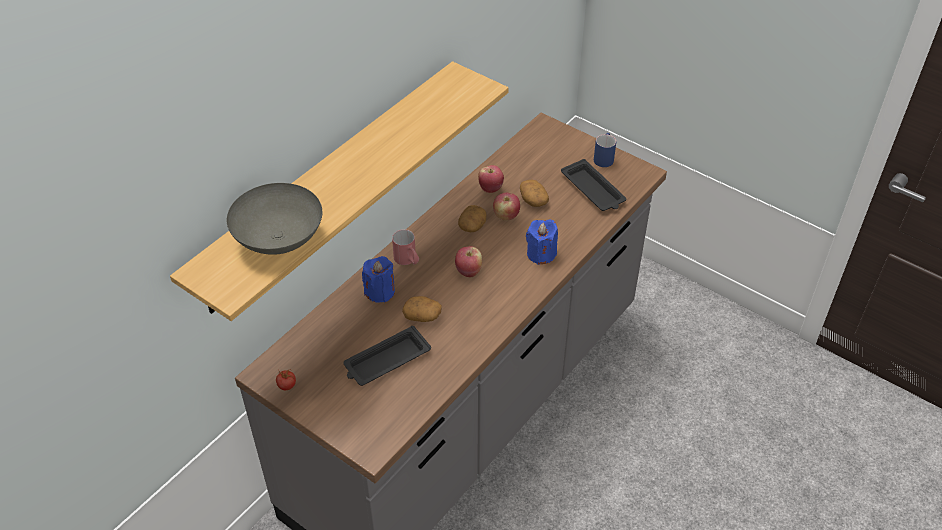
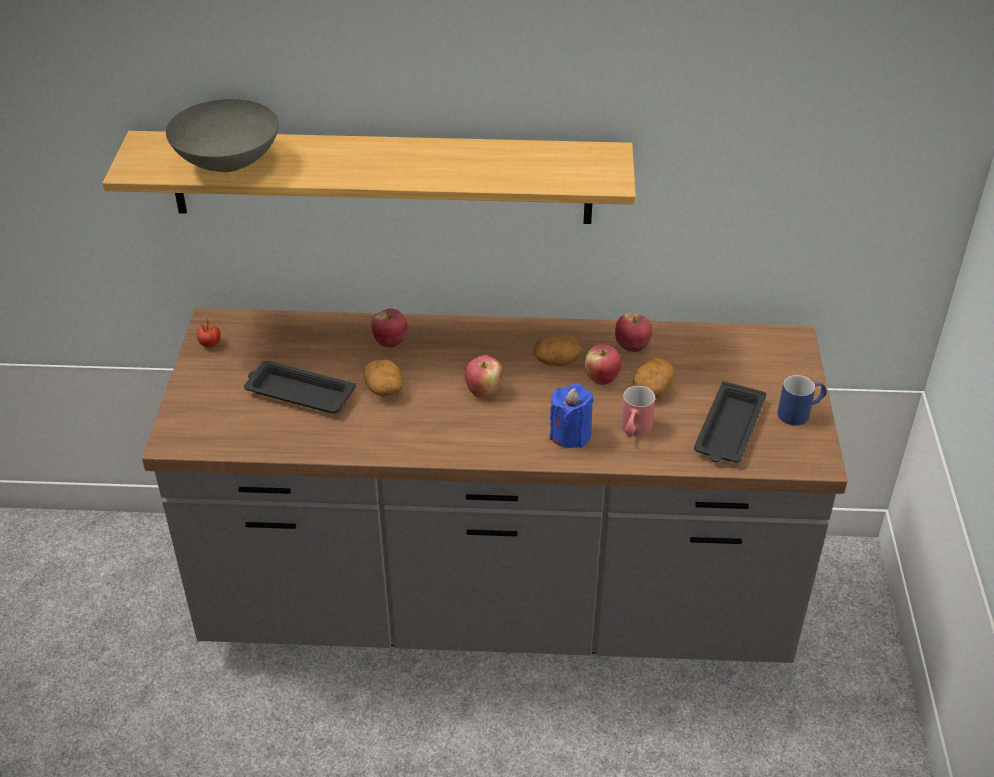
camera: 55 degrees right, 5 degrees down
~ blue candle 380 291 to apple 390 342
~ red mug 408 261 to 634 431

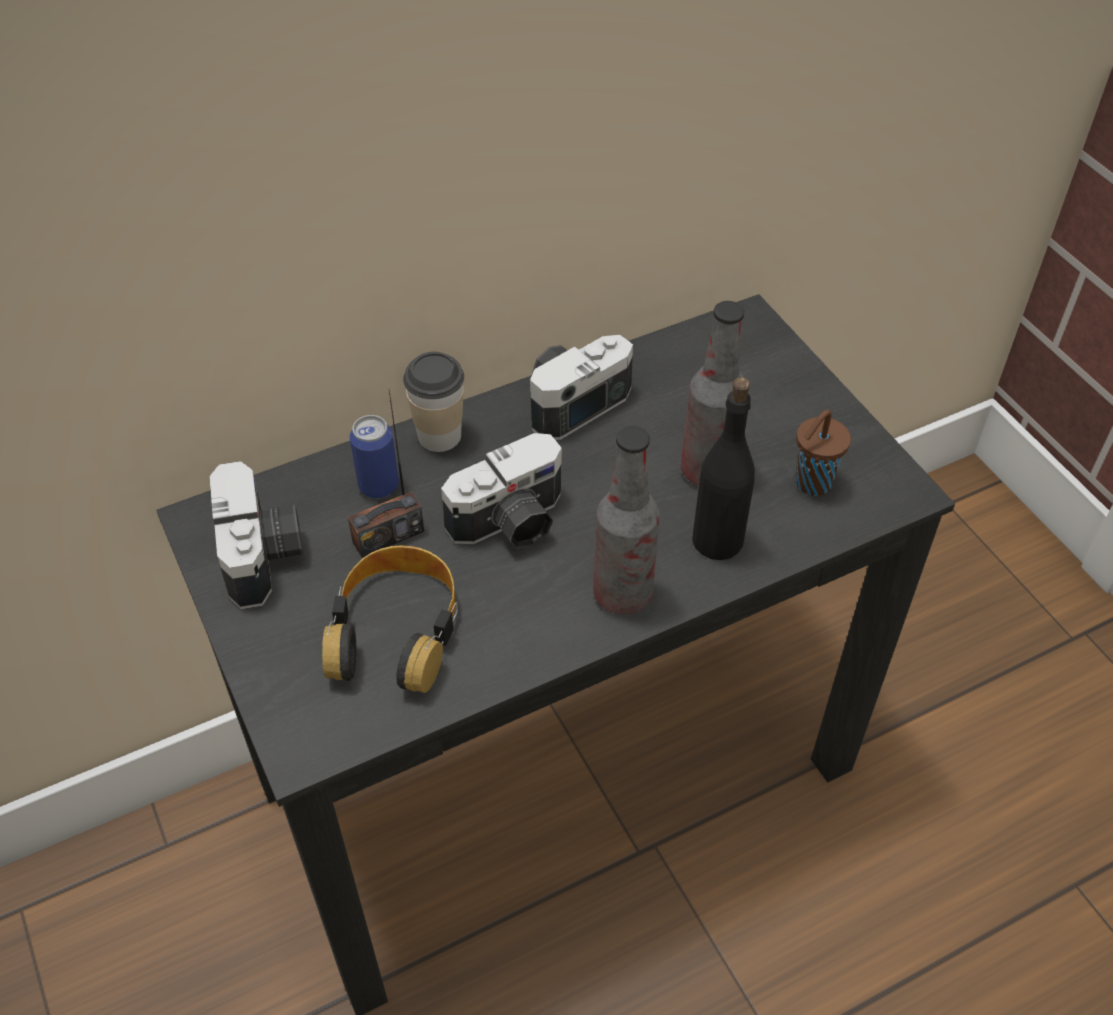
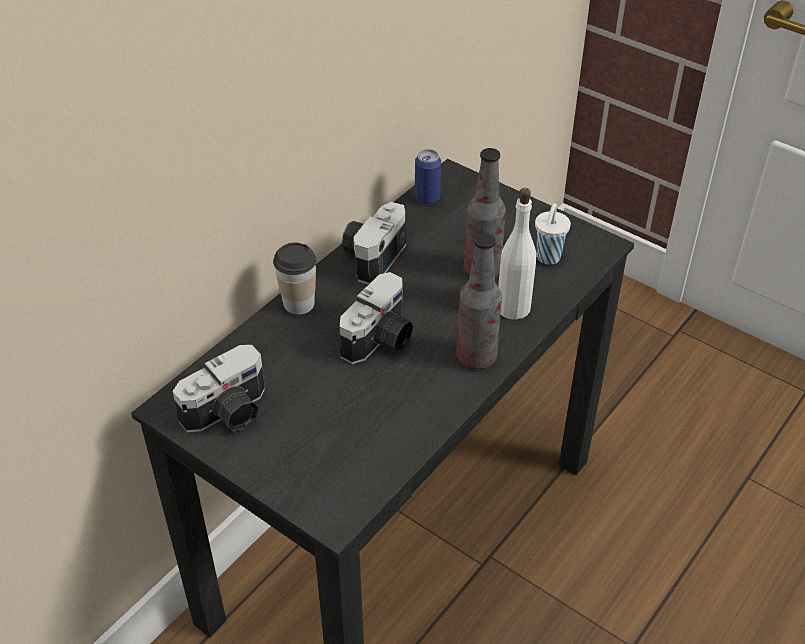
camera: 25 degrees left, 5 degrees down
~ photo camera 265 554 = 229 413 90 degrees clockwise
- headphones 395 630
- radio 388 536
~ can 379 486 to 427 198
~ black bottle 718 540 to white bottle 513 307
~ brown cup 811 484 to white cup 547 258

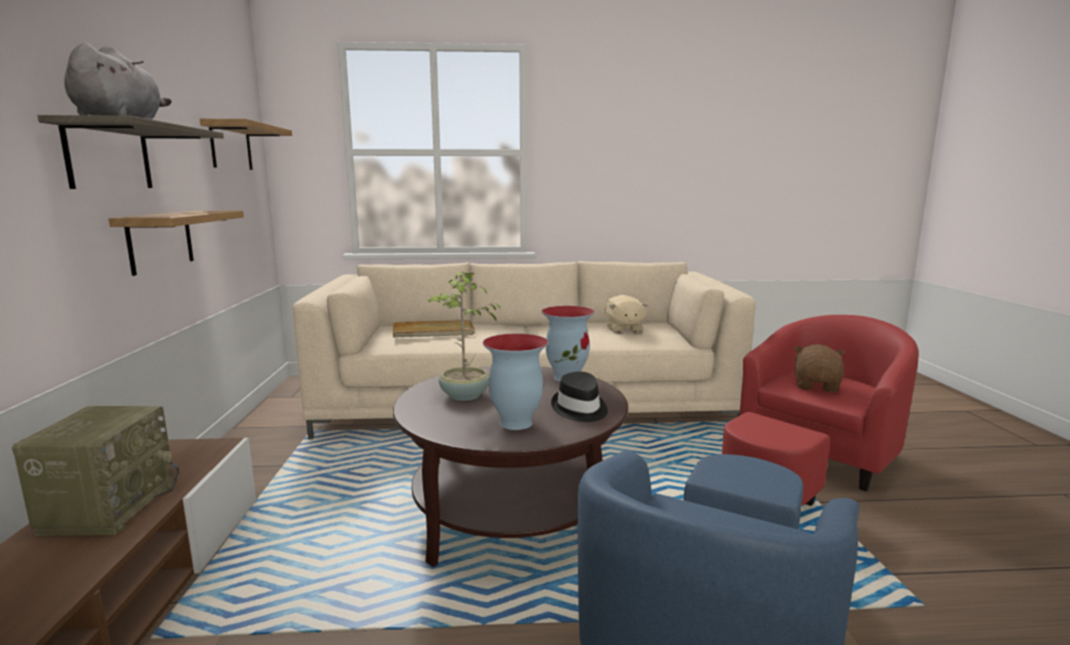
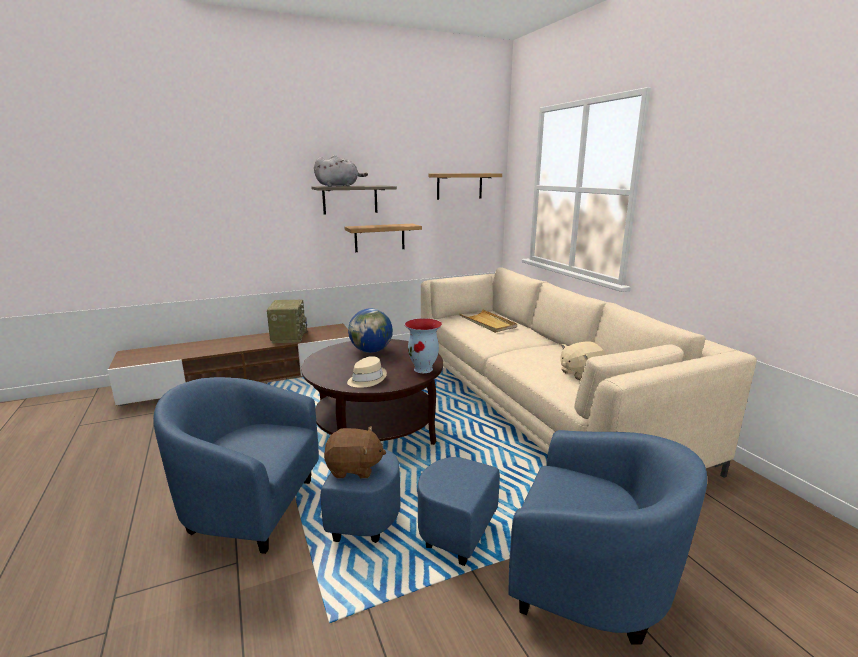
camera: 70 degrees right, 5 degrees up
~ radio 109 507 = 288 336 75 degrees counterclockwise
~ potted plant 464 396 to globe 371 351
- vase 516 423
~ black hat 579 409 to beige hat 366 379
~ red armchair 810 465 to blue armchair 554 571
~ brown plush toy 817 385 to 354 468

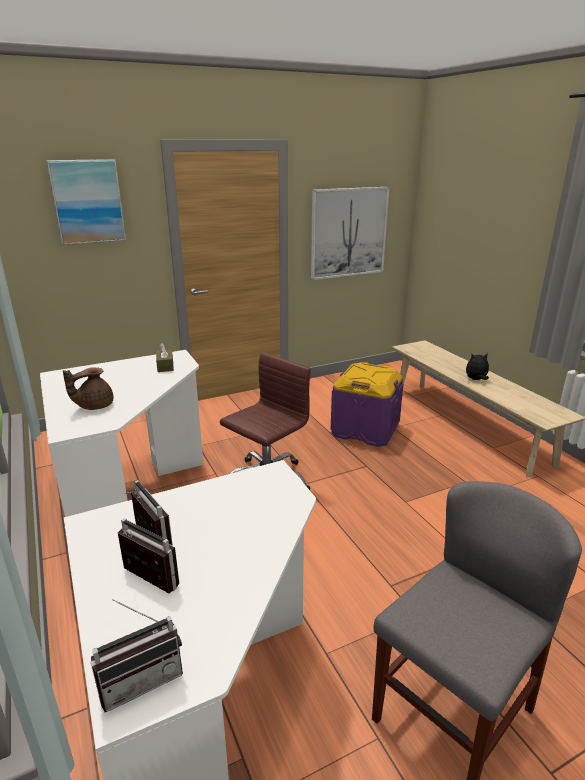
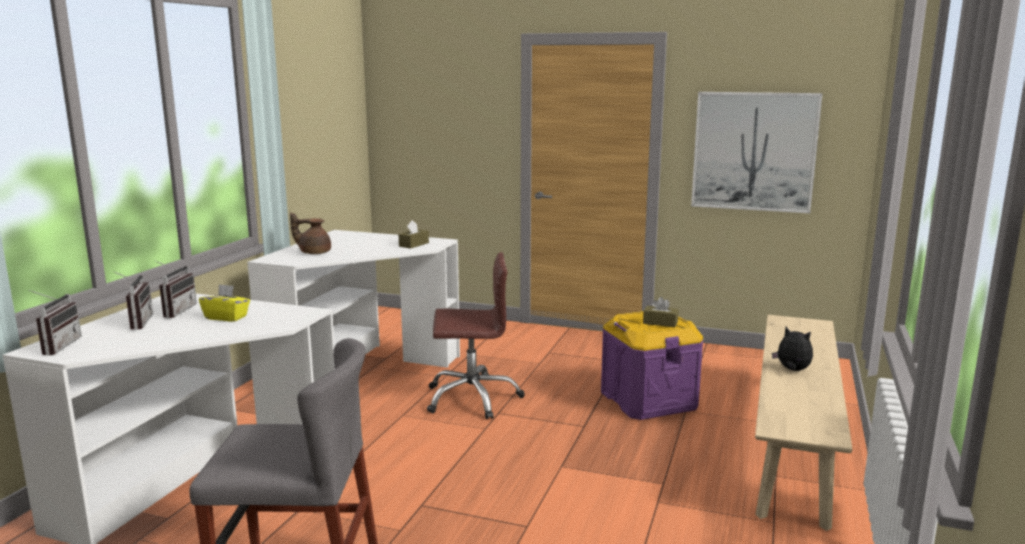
camera: 45 degrees right, 10 degrees down
- picture 88 202
~ radio 141 678 = 56 346 105 degrees counterclockwise
+ yellow tissue box 226 317
+ brown tissue box 660 323

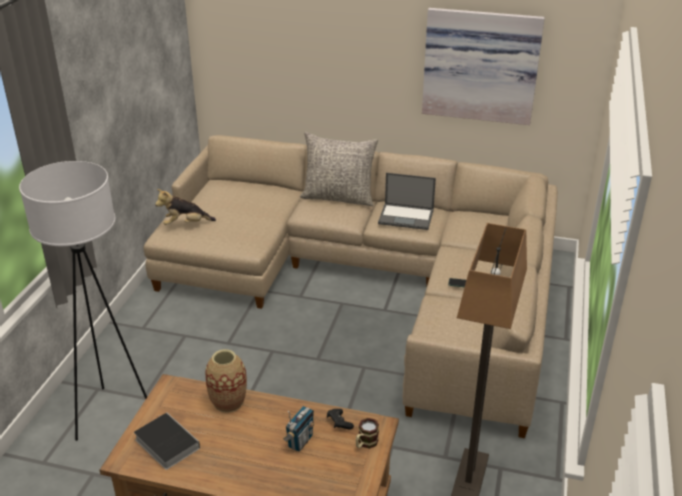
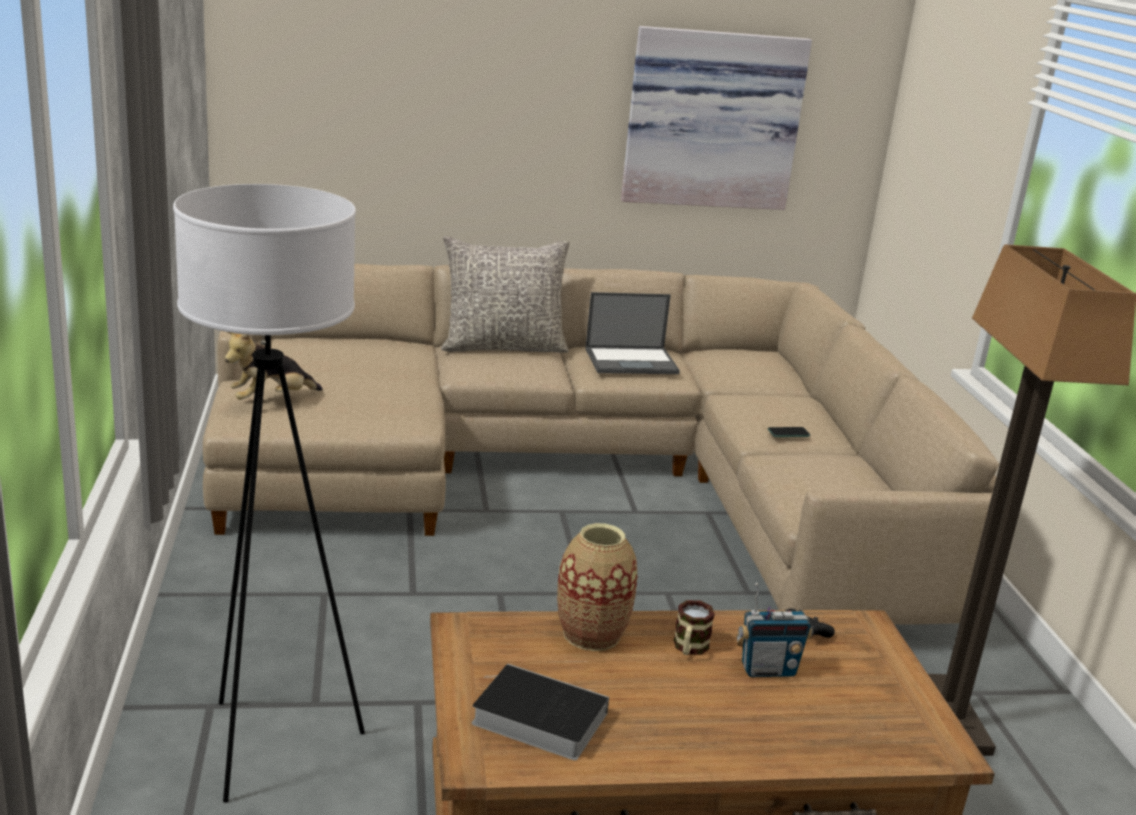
camera: 25 degrees left, 10 degrees down
~ radio 300 441 = 768 670 75 degrees clockwise
~ mug 365 443 to 689 649

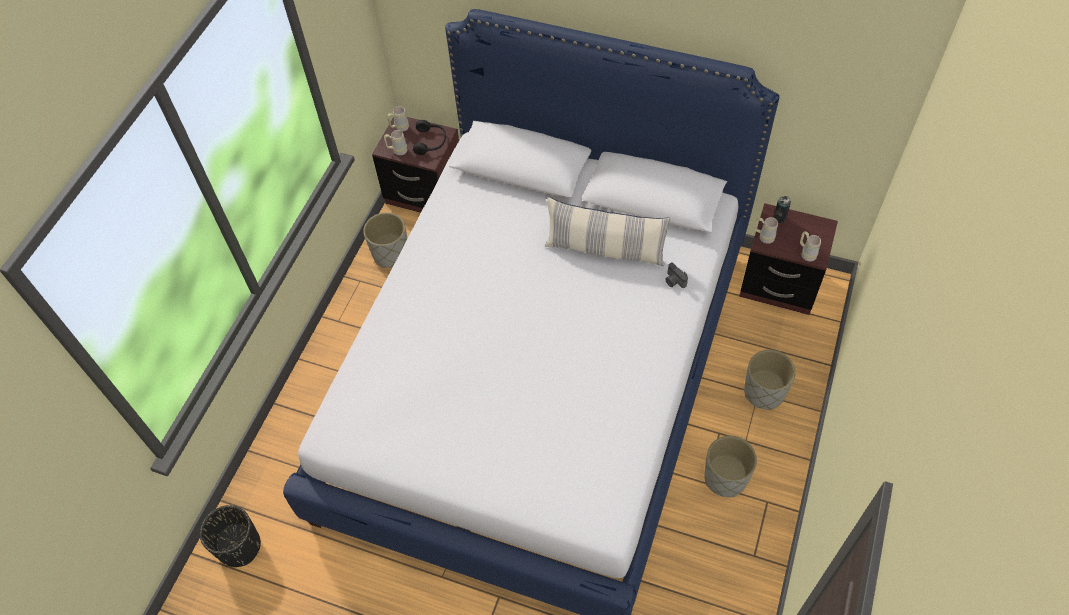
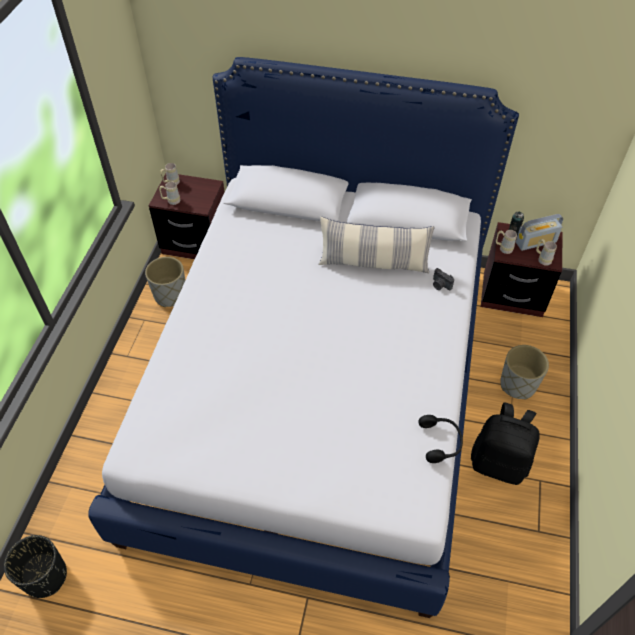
camera: 10 degrees left, 5 degrees down
~ black headphones 431 142 to 441 442
~ grey planter 725 478 to black backpack 499 463
+ radio 536 242

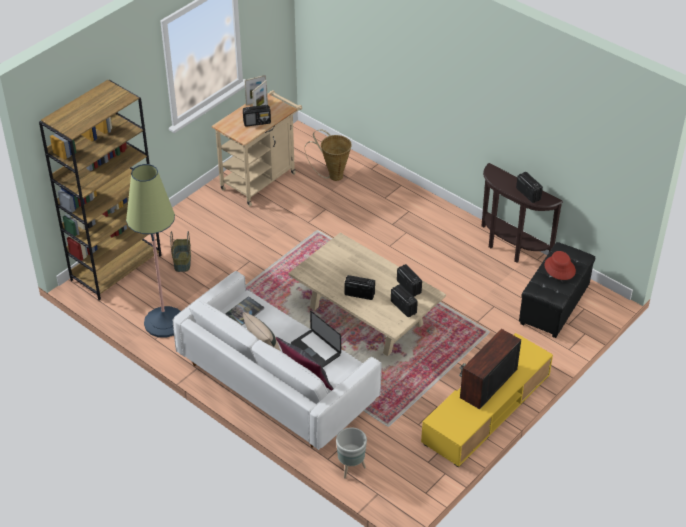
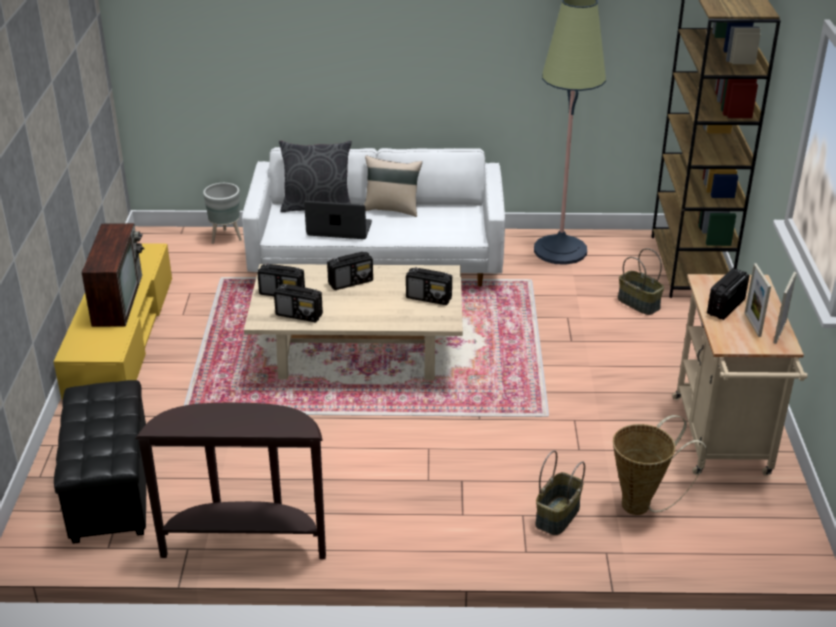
camera: 140 degrees right, 10 degrees down
- book 245 311
~ radio 528 194 to 429 298
- red hat 559 268
+ basket 558 516

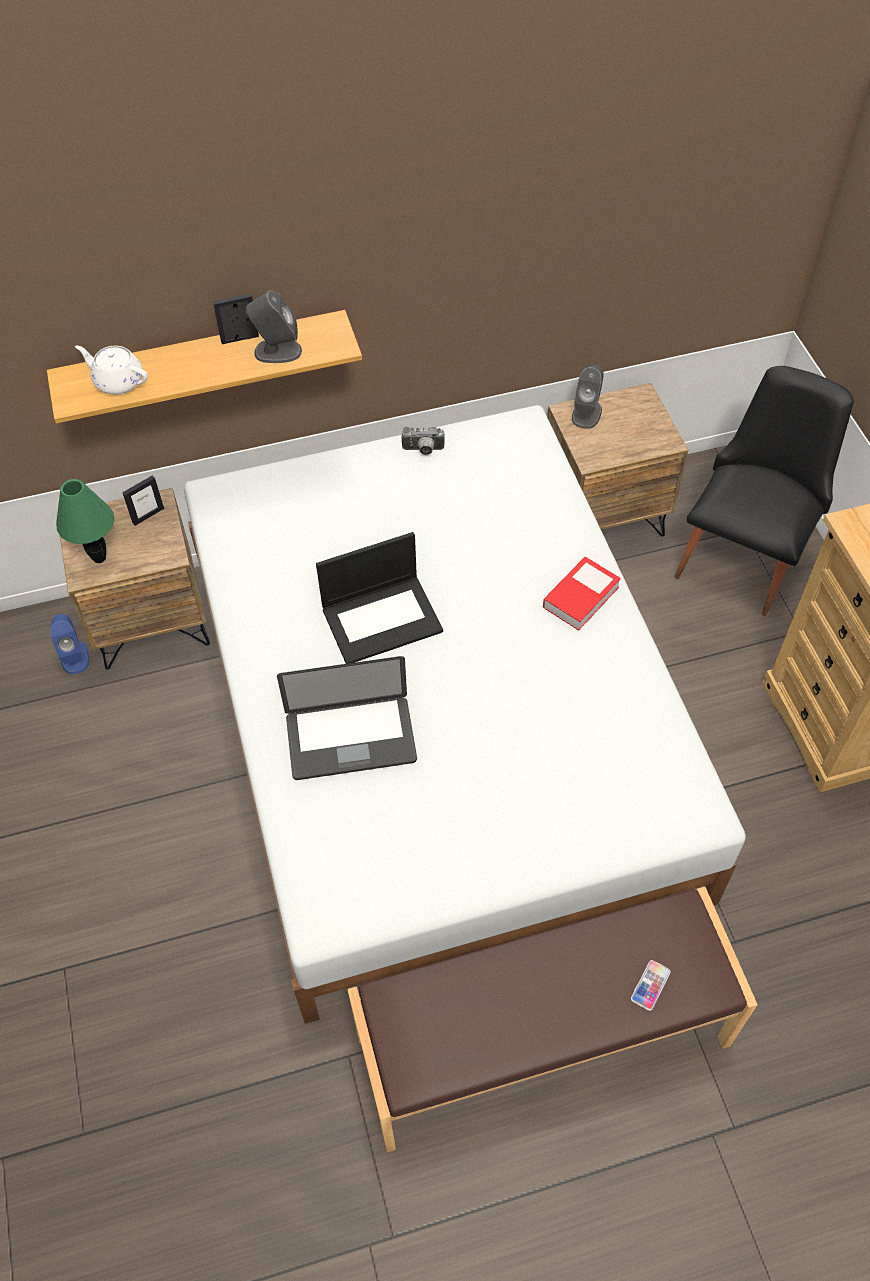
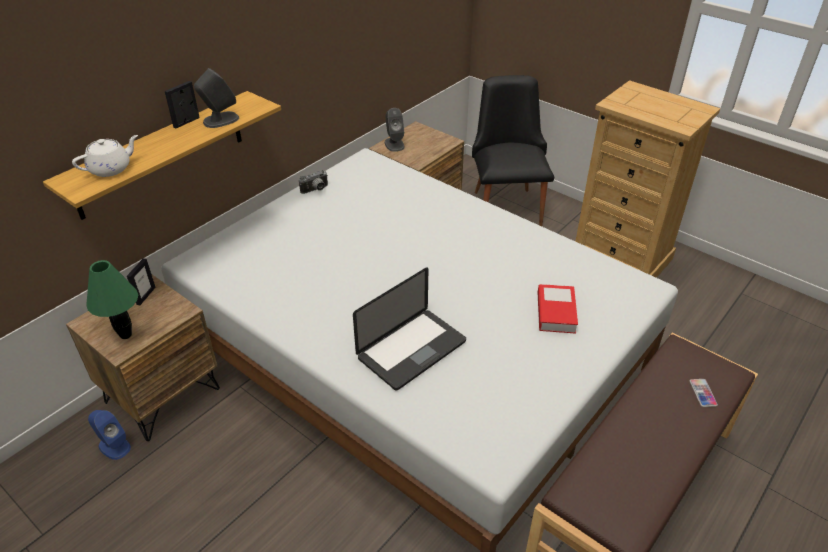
camera: 35 degrees left, 15 degrees down
~ white teapot 118 381 = 111 168 150 degrees clockwise
- laptop 382 618
~ book 581 597 to 556 312

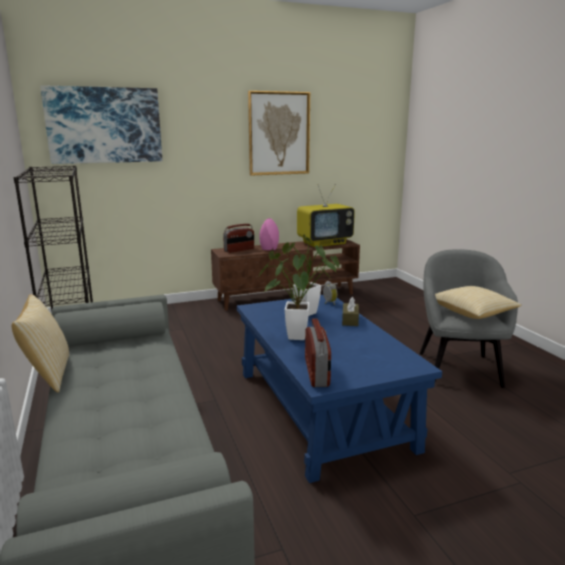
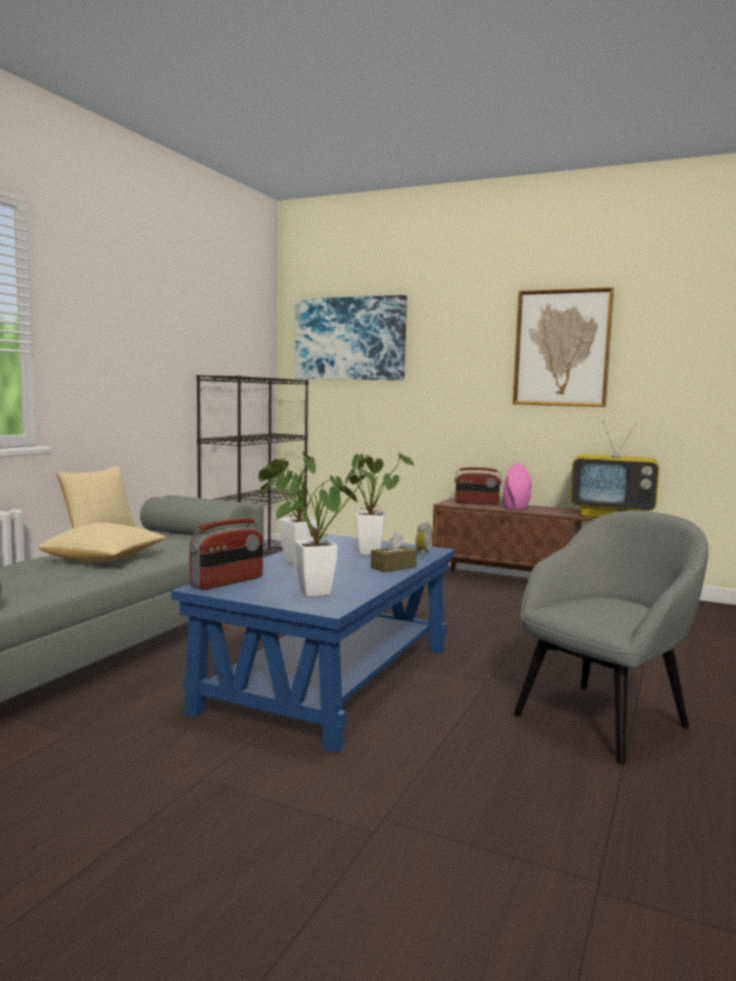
camera: 45 degrees right, 10 degrees down
~ pillow 473 313 to 104 560
+ potted plant 307 593

